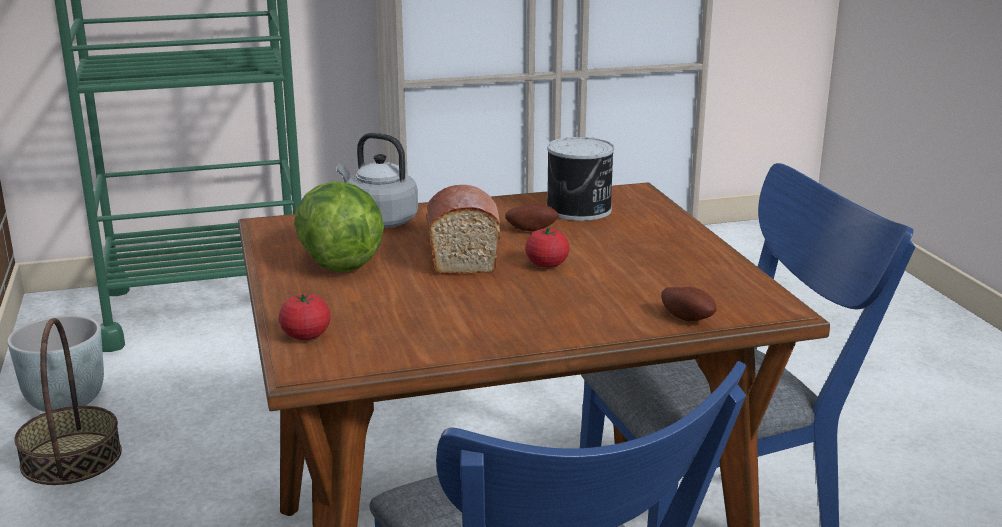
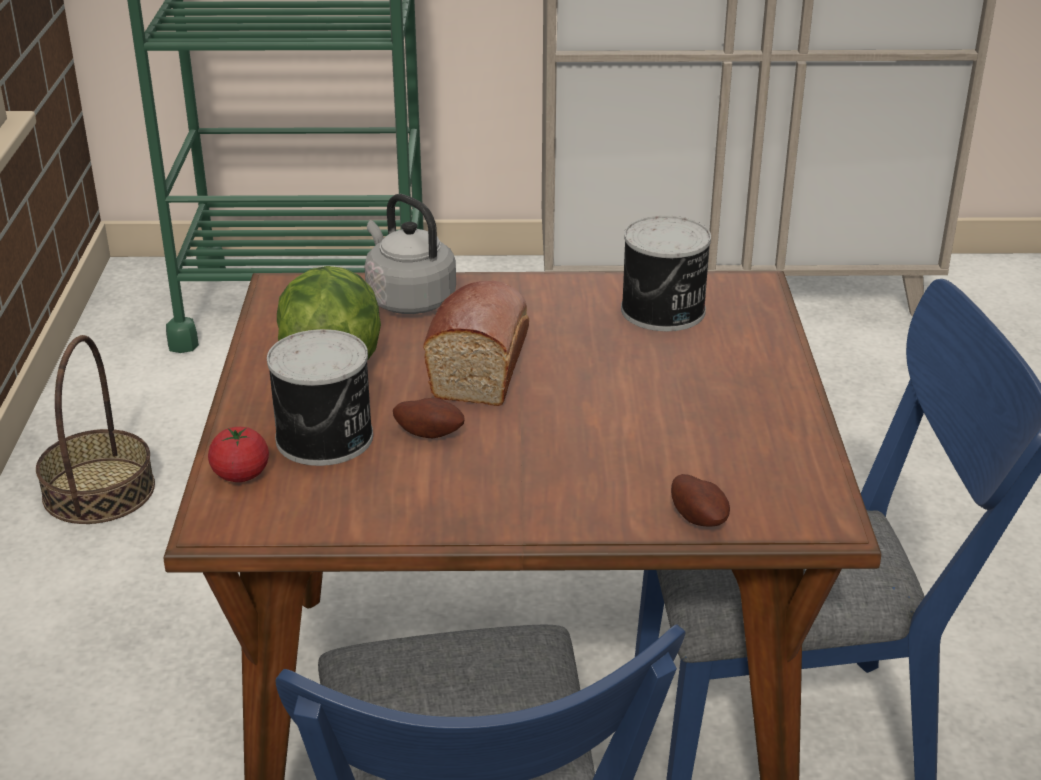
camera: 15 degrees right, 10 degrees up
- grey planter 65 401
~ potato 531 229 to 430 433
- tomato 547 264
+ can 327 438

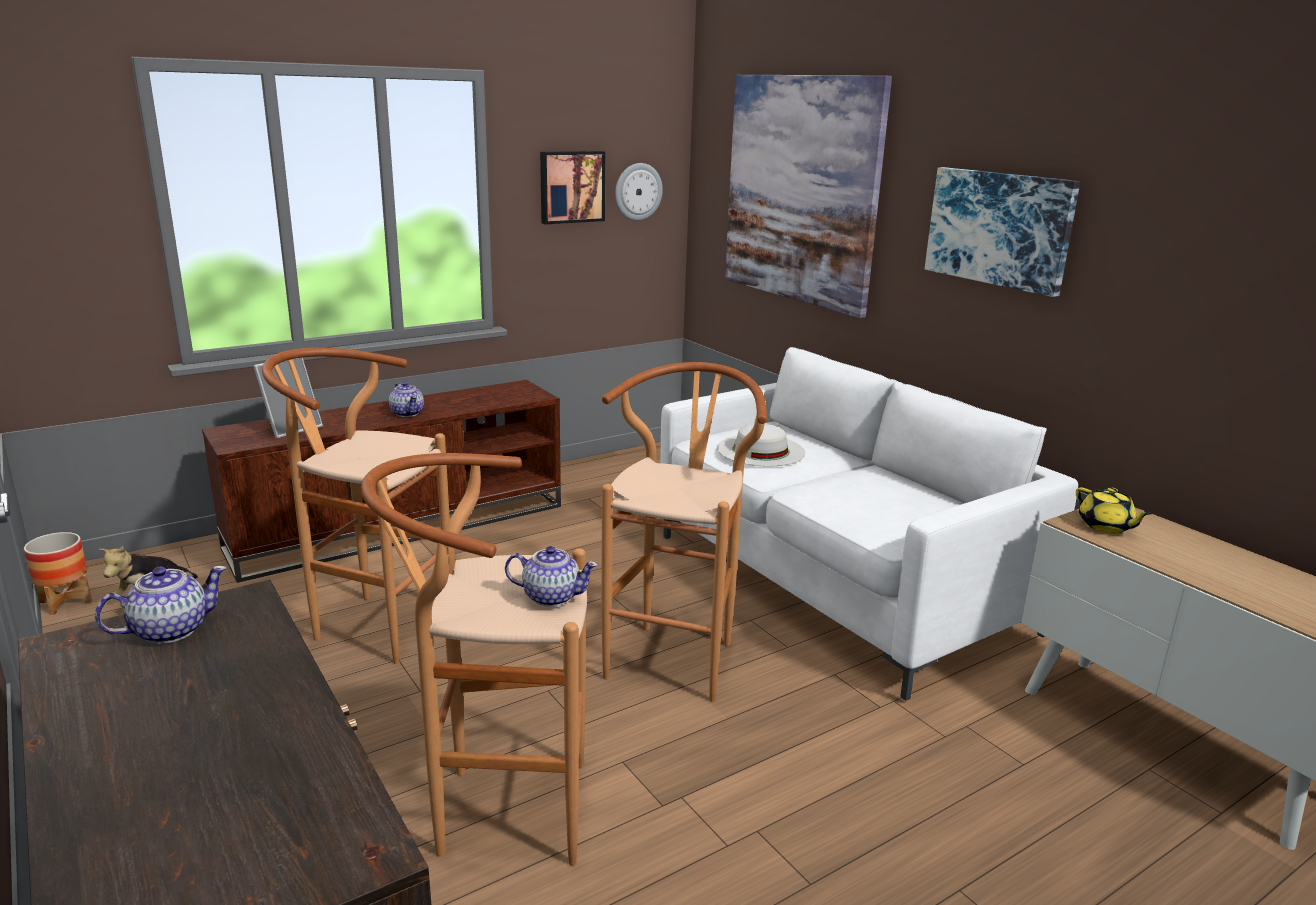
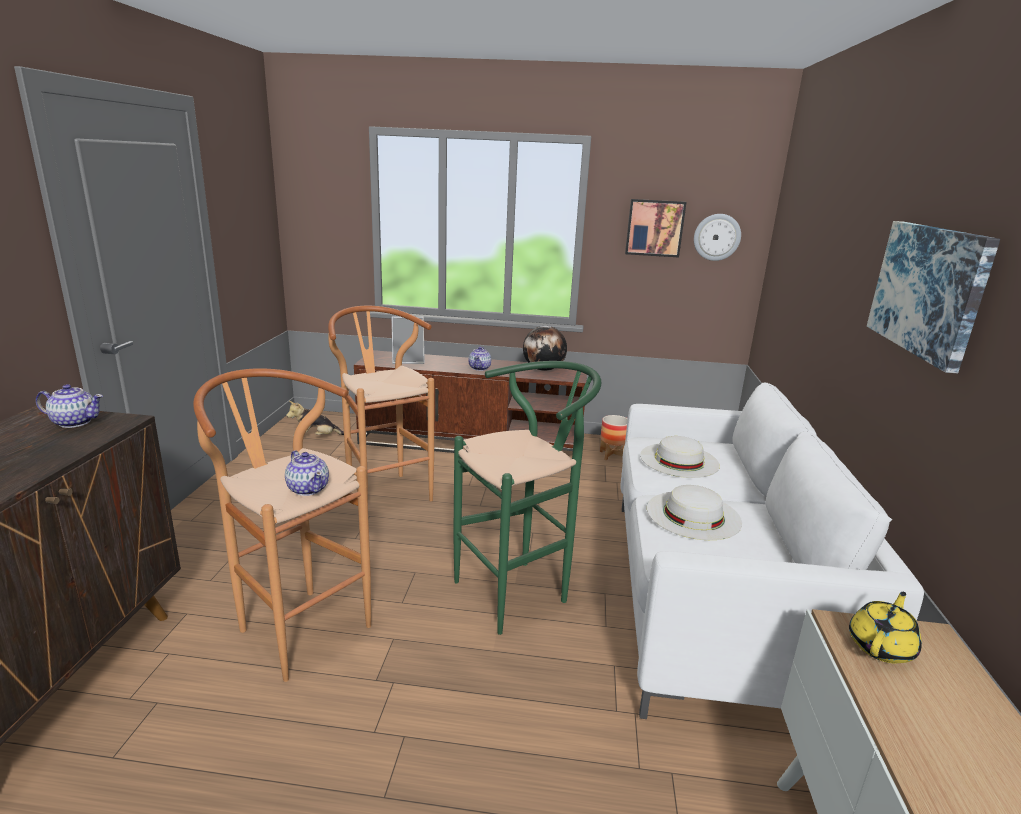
camera: 40 degrees right, 0 degrees up
~ planter 66 602 to 612 455
~ brown stool 677 654 to green stool 520 590
- picture 801 190
~ yellow teapot 1105 526 = 881 646 150 degrees counterclockwise
+ globe 543 369
+ white hat 693 515

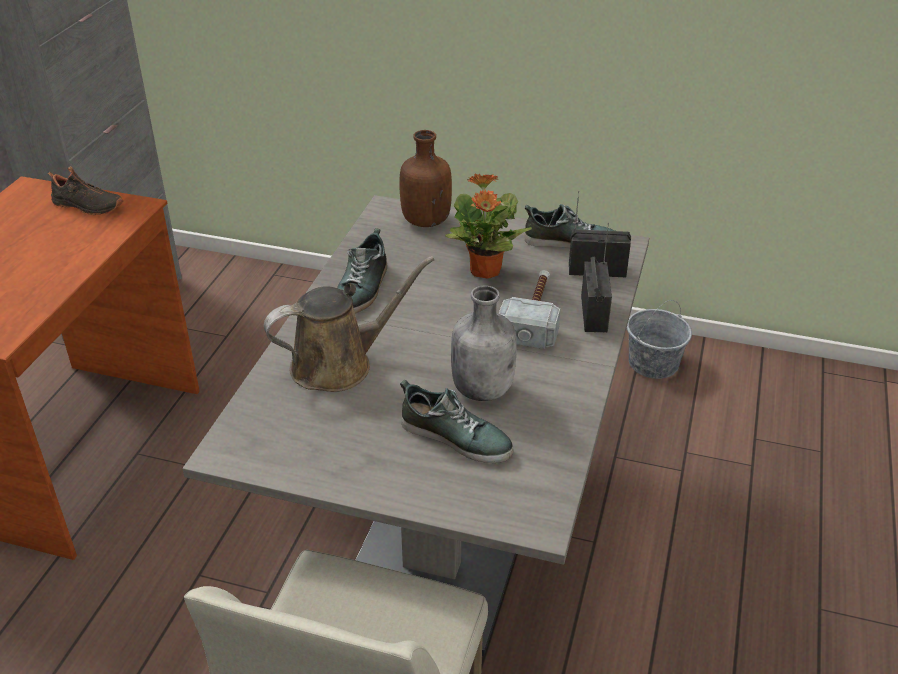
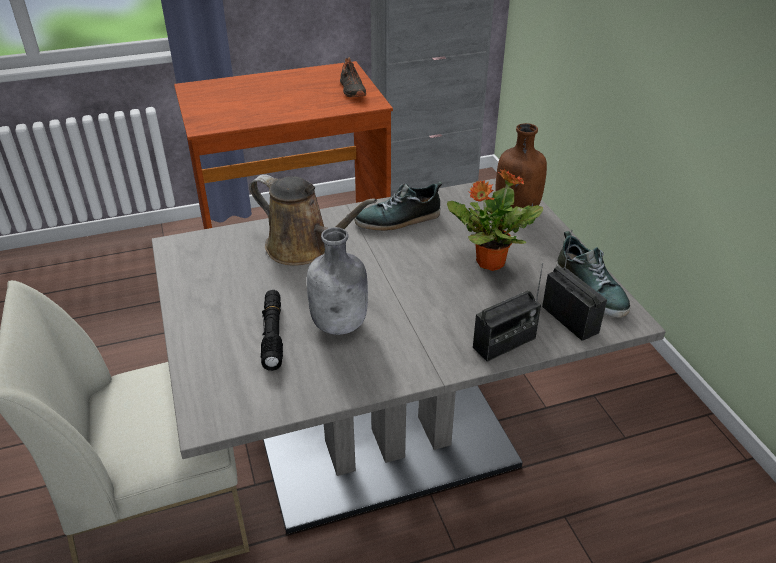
camera: 55 degrees right, 0 degrees up
~ shoe 456 437 to black flashlight 273 335
- hammer 534 316
- grey bucket 653 363

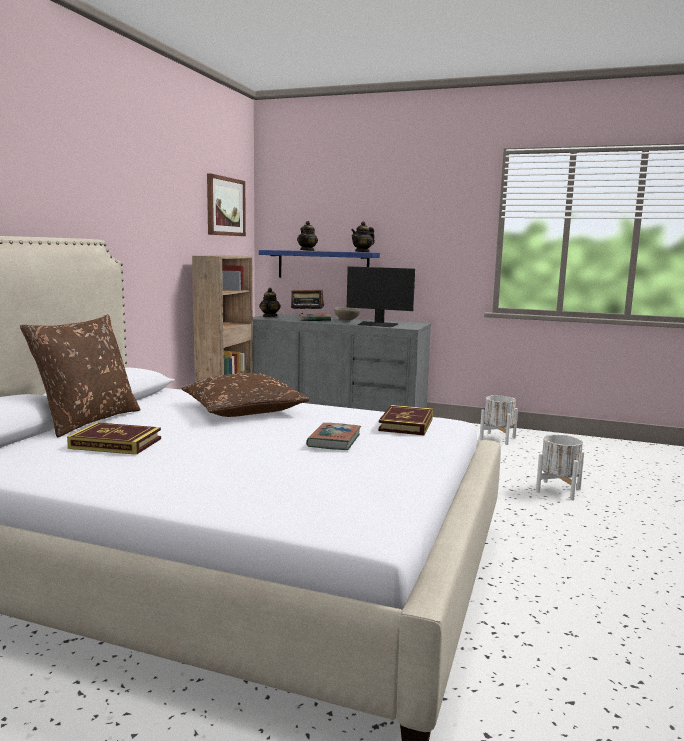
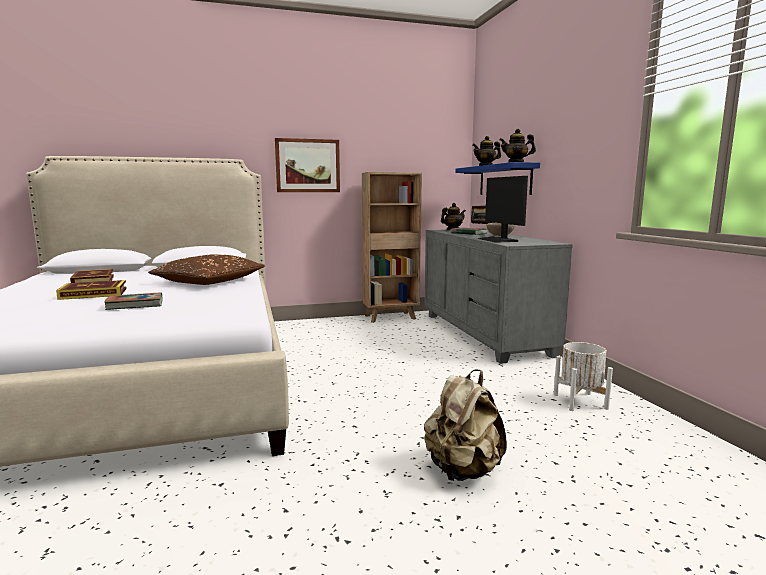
camera: 55 degrees right, 0 degrees up
- brown pillow 87 420
~ picture 225 206 to 307 166
~ book 406 424 to 93 293
~ white planter 558 490 to beige backpack 462 470

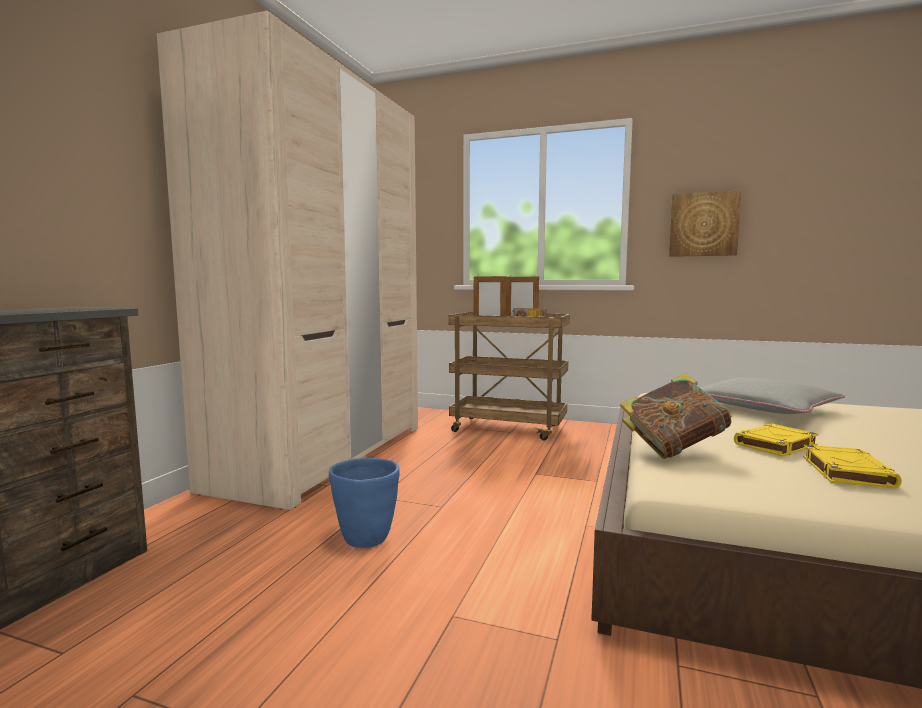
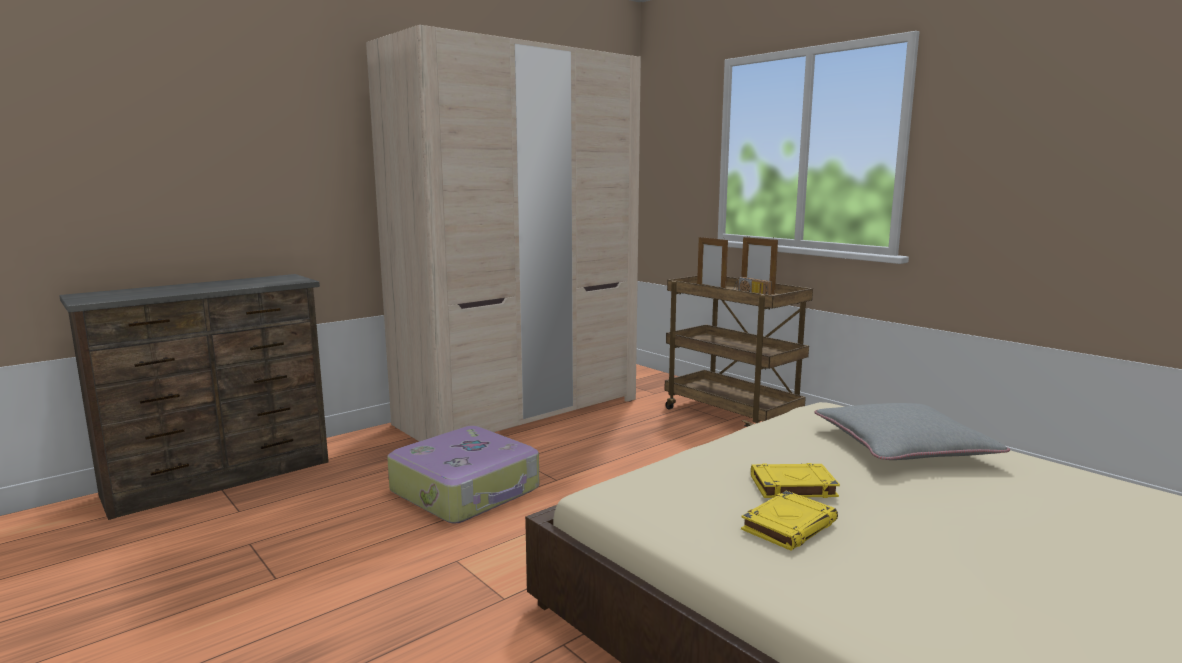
camera: 30 degrees right, 5 degrees up
~ blue planter 366 538 to suitcase 467 490
- book 673 449
- picture 703 224

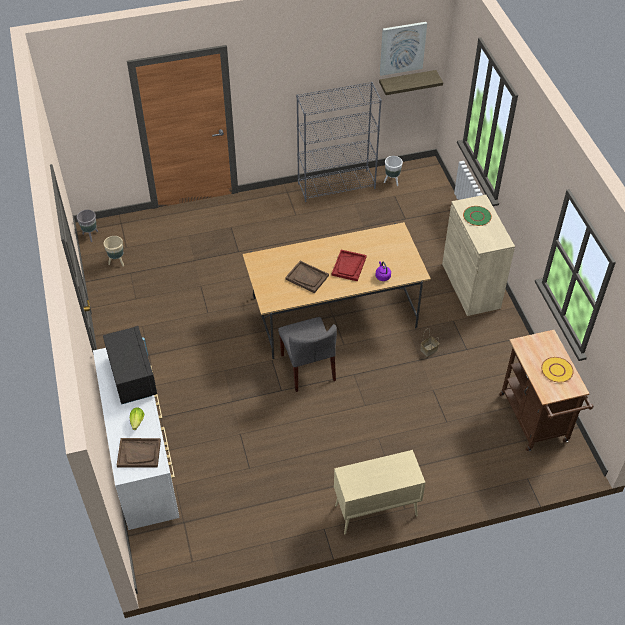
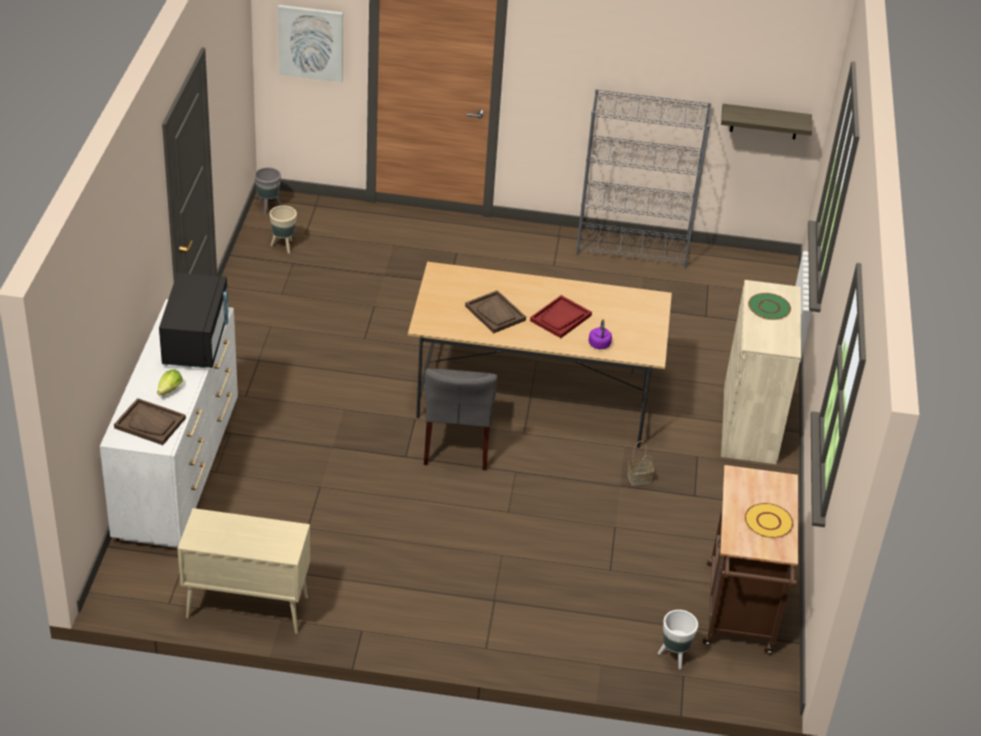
camera: 20 degrees right, 10 degrees down
~ beige cabinet 375 511 to 246 607
~ picture 402 48 to 311 42
~ white planter 392 181 to 674 657

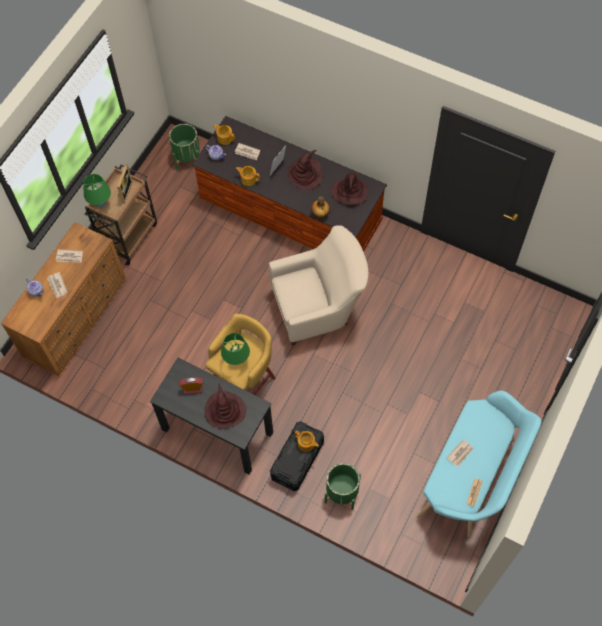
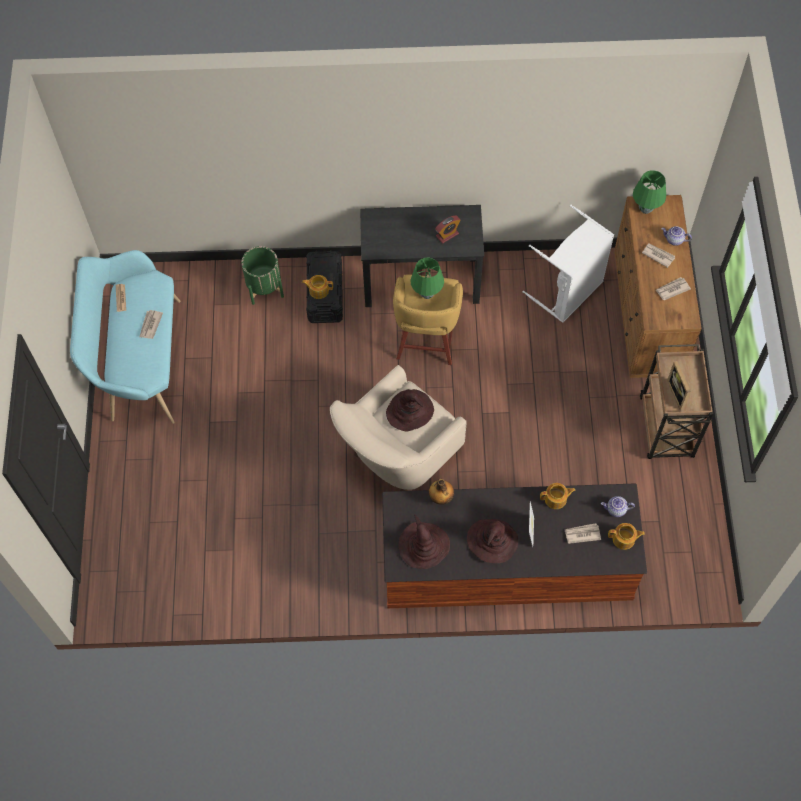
camera: 150 degrees right, 0 degrees up
~ green table lamp 100 204 to 646 209
- green planter 187 157
~ brown hat 225 410 to 410 411
+ white laundry basket 569 292

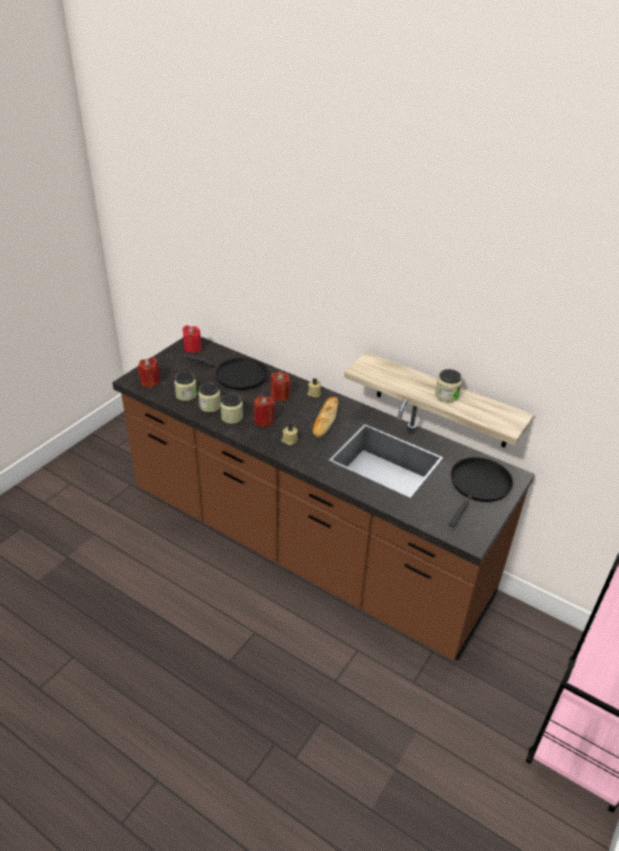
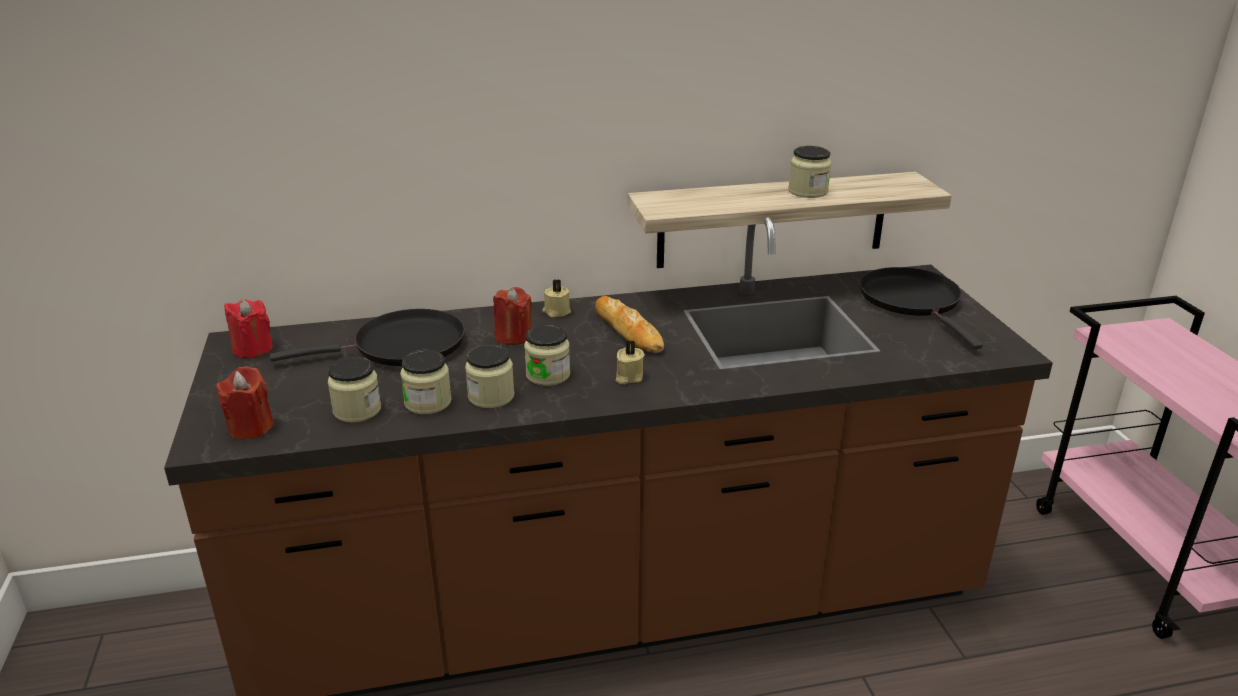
camera: 45 degrees left, 10 degrees down
~ red candle 264 420 to jar 548 375

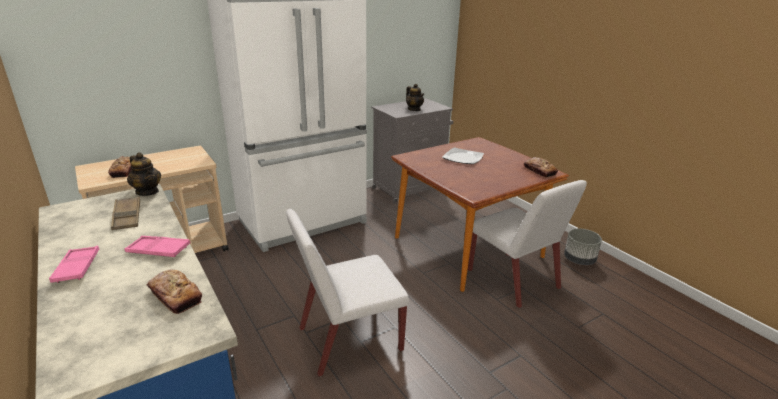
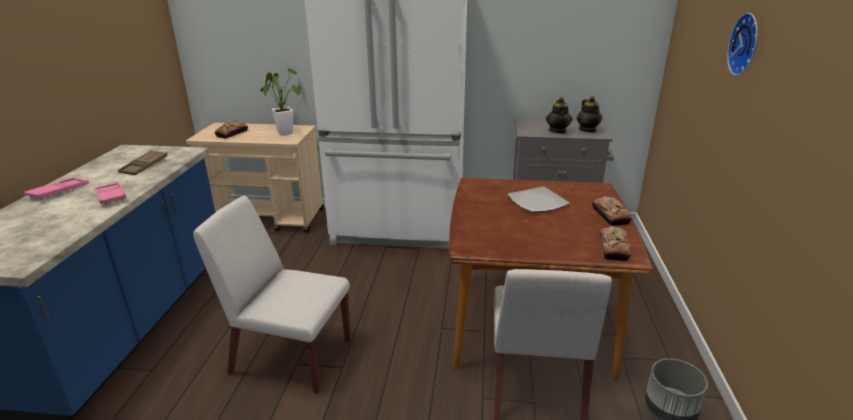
camera: 40 degrees right, 0 degrees up
~ teapot 147 192 to 587 130
~ bread 175 296 to 610 216
+ potted plant 284 132
+ wall clock 747 44

